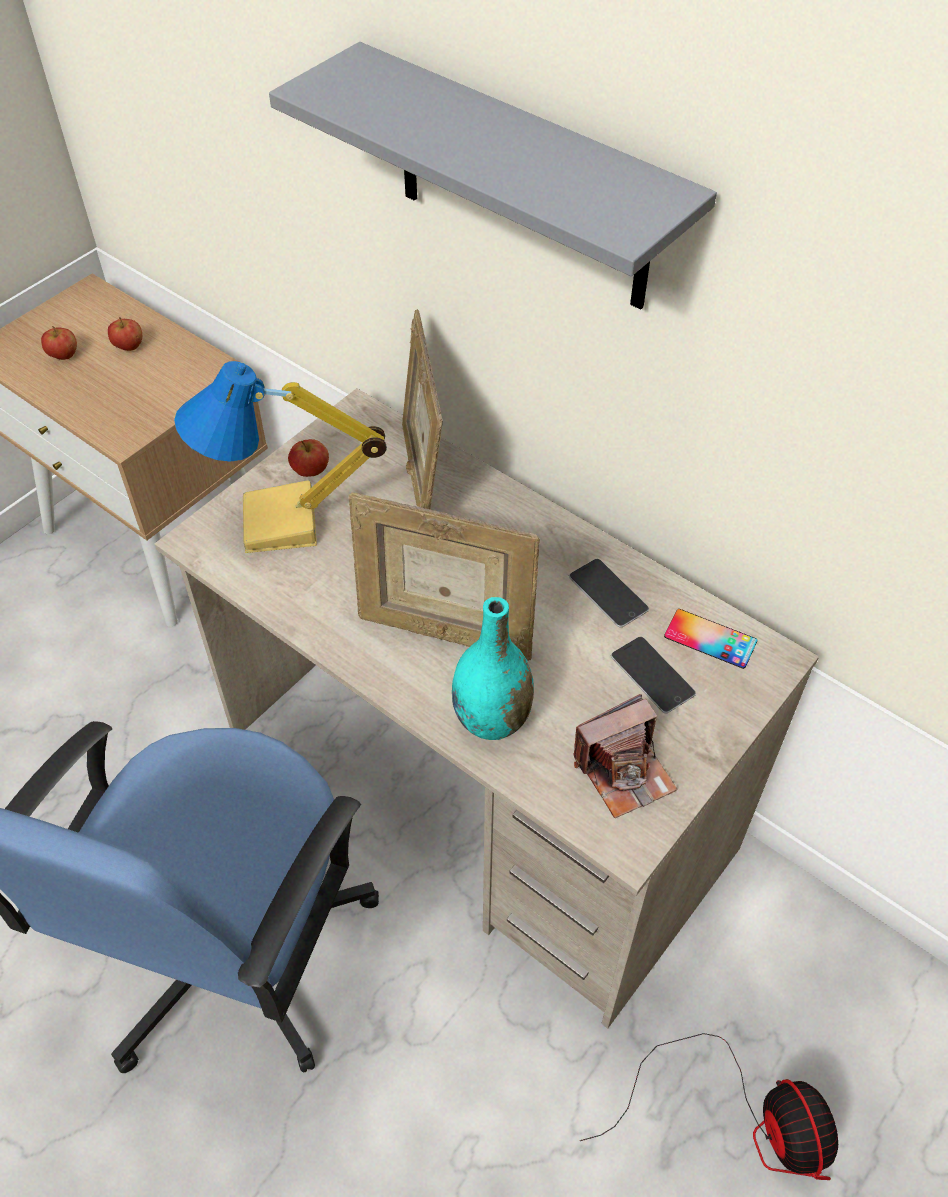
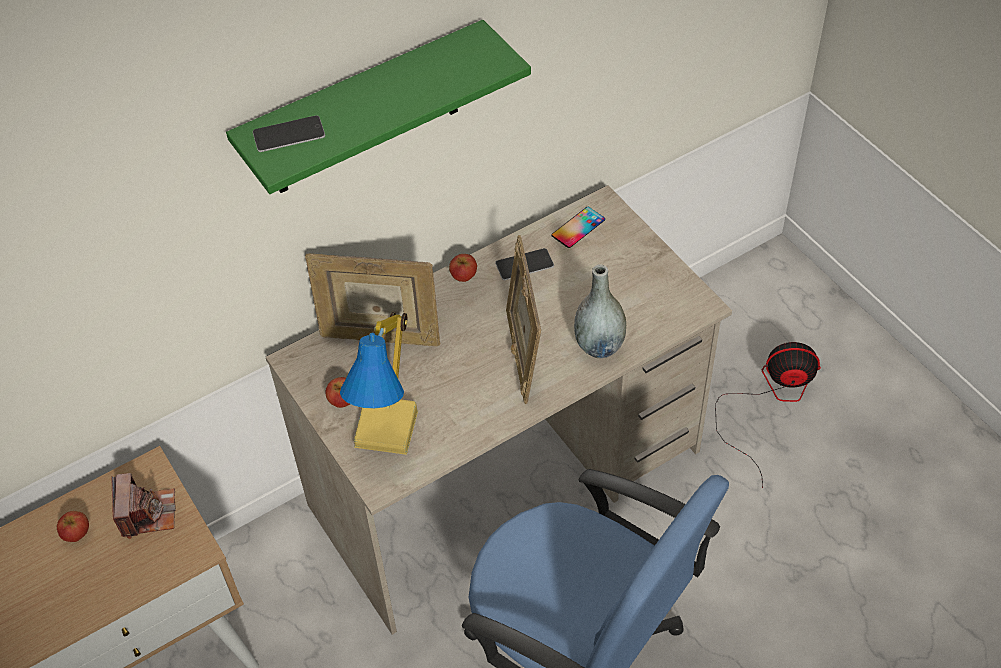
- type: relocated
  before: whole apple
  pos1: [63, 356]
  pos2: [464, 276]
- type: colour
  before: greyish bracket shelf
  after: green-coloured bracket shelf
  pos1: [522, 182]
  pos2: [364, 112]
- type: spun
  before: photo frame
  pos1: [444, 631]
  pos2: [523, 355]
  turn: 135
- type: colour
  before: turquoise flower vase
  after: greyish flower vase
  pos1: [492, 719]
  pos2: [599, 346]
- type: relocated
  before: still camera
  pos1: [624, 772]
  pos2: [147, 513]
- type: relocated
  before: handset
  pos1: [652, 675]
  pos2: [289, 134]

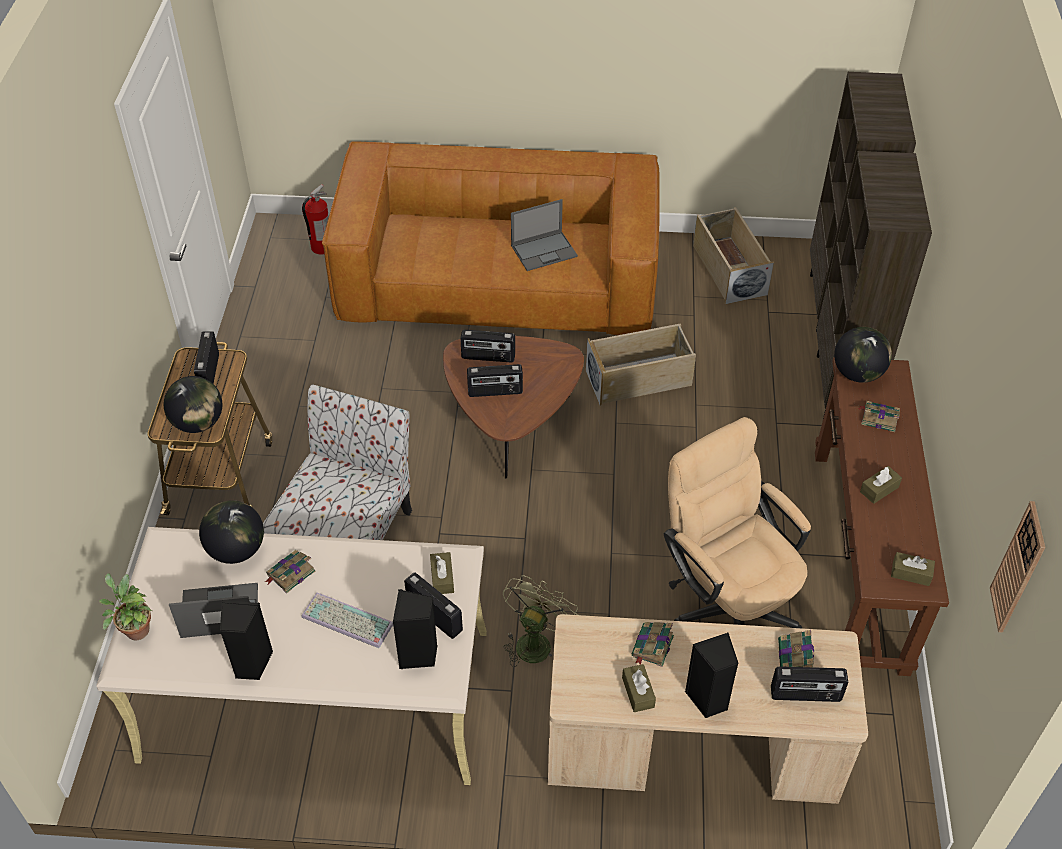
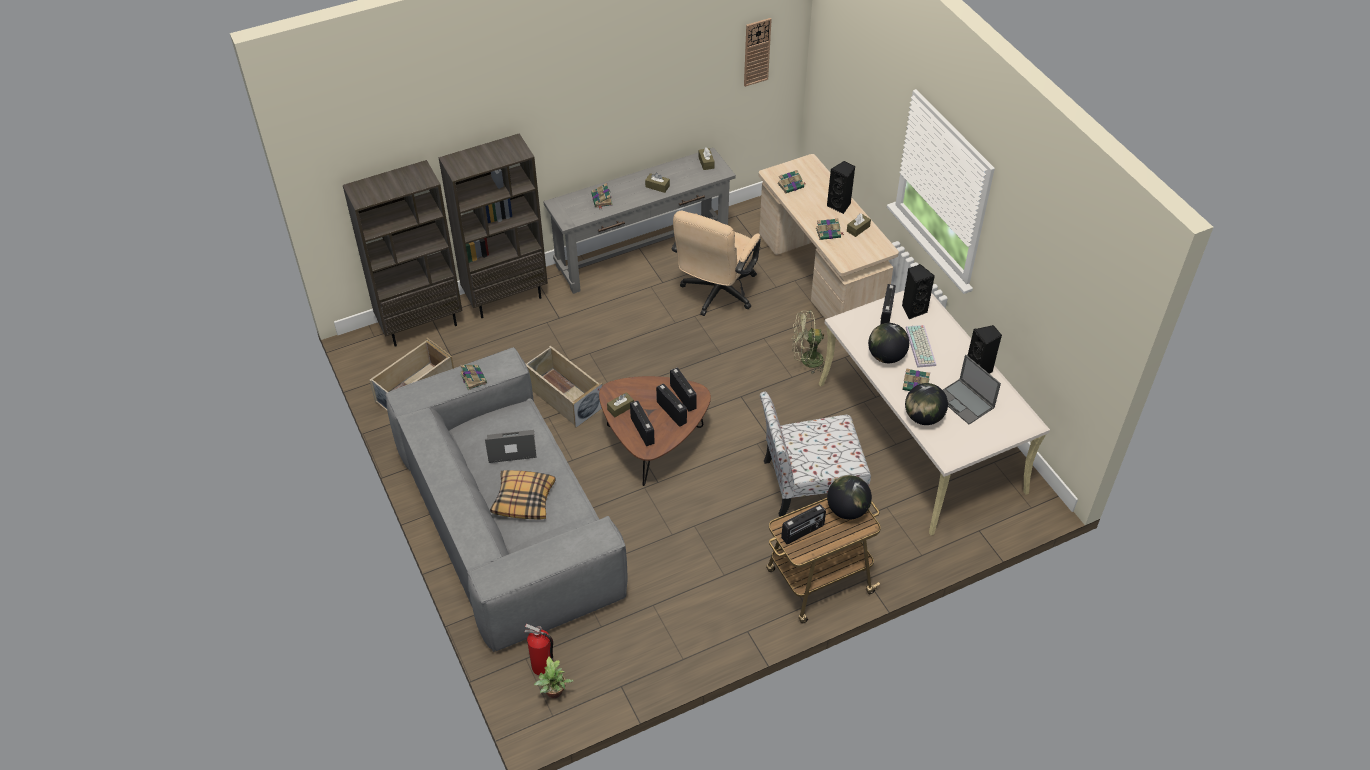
- type: relocated
  before: potted plant
  pos1: [135, 629]
  pos2: [554, 694]
- type: colour
  before: brown-coloured sofa
  after: greyish sofa
  pos1: [498, 279]
  pos2: [509, 522]
- type: relocated
  before: brown-coloured tissue box
  pos1: [442, 578]
  pos2: [620, 408]
- type: spun
  before: laptop
  pos1: [544, 251]
  pos2: [511, 447]
  turn: -45
- type: relocated
  before: radio set
  pos1: [805, 695]
  pos2: [683, 397]
- type: colour
  before: brown-coloured hall table
  after: greyish hall table
  pos1: [859, 556]
  pos2: [642, 253]
- type: relocated
  before: globe
  pos1: [857, 373]
  pos2: [886, 356]
- type: appeared
  after: volume
  pos2: [473, 378]
- type: appeared
  after: cushion
  pos2: [524, 499]

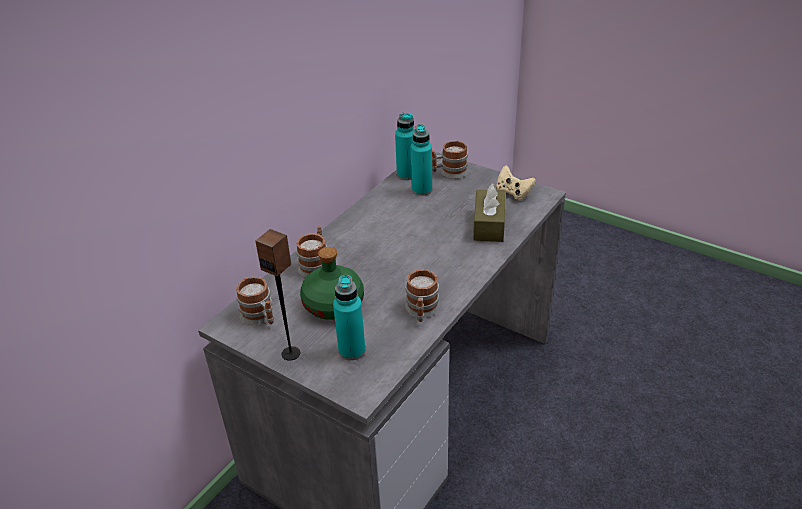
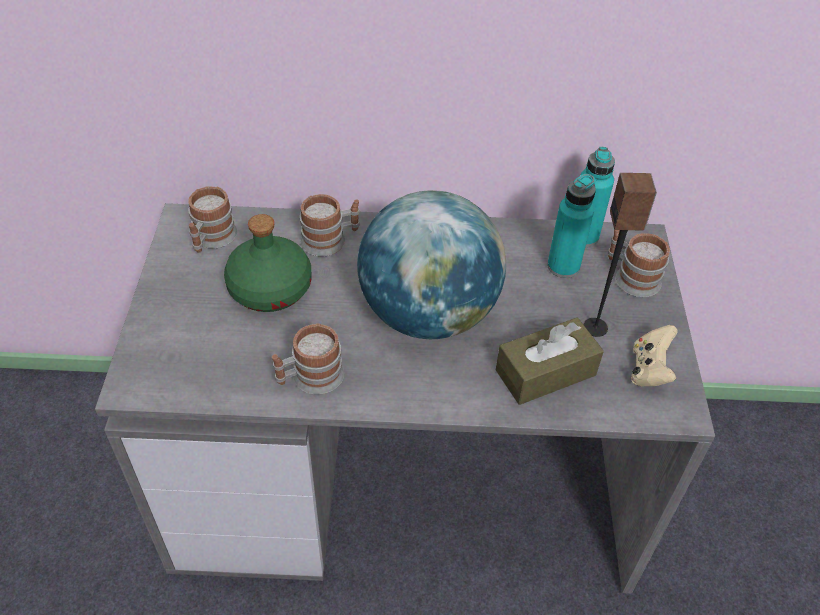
- type: relocated
  before: audio speaker
  pos1: [291, 353]
  pos2: [596, 327]
- type: missing
  before: turquoise drink bottle
  pos1: [352, 350]
- type: appeared
  after: globe
  pos2: [429, 314]

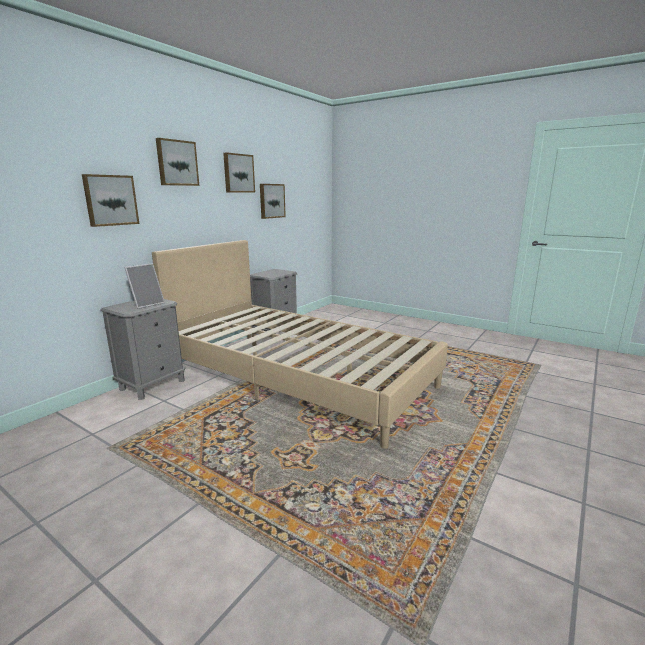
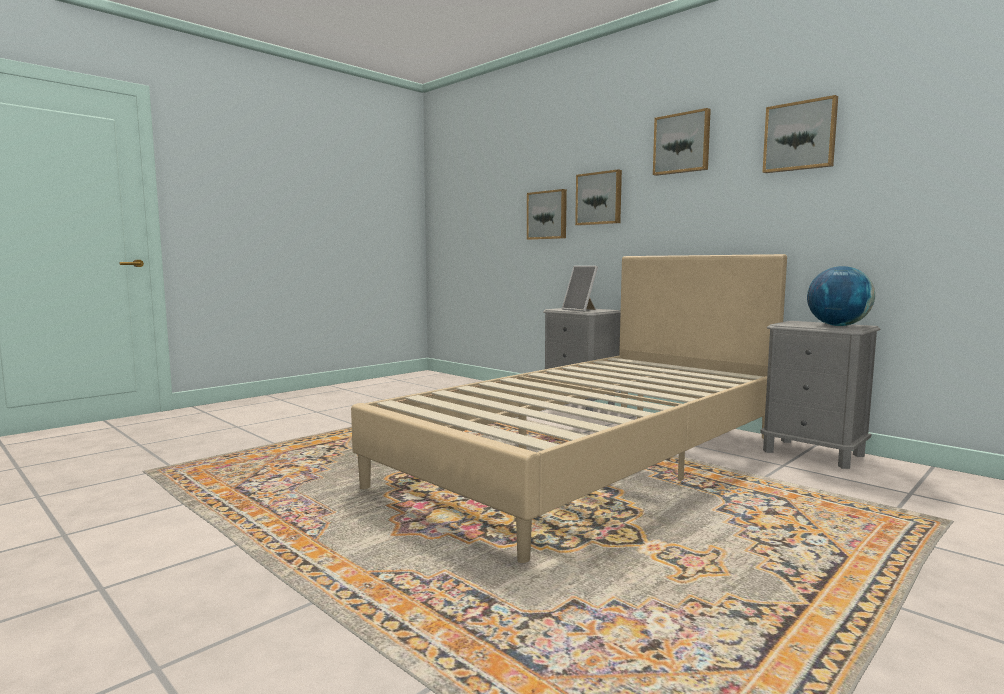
- type: relocated
  before: picture
  pos1: [271, 201]
  pos2: [547, 215]
- type: appeared
  after: globe
  pos2: [838, 325]

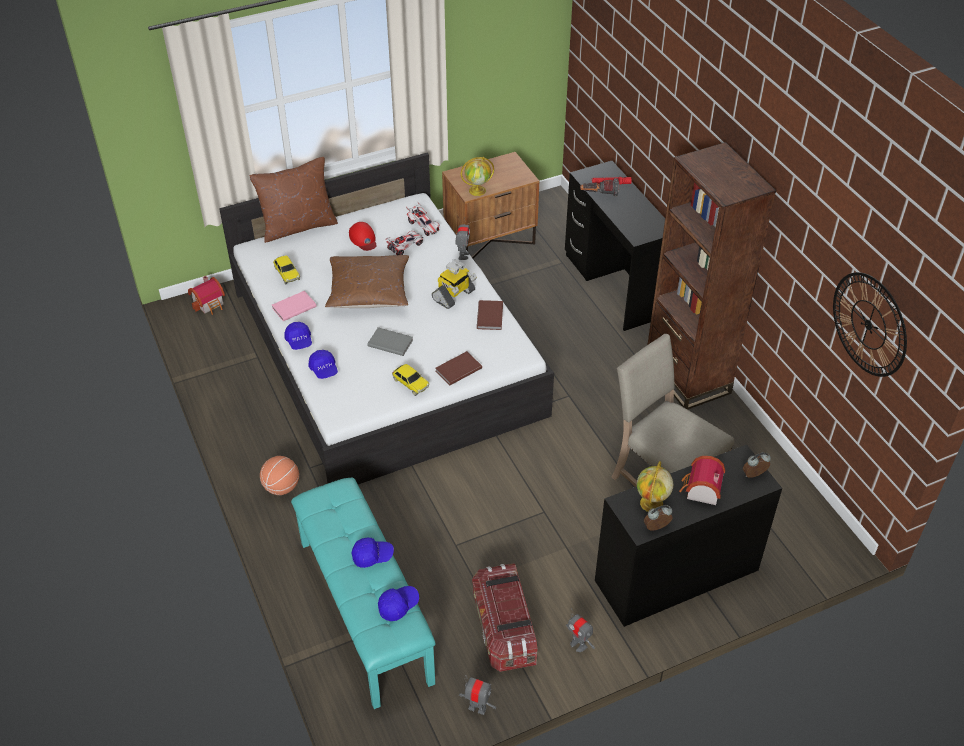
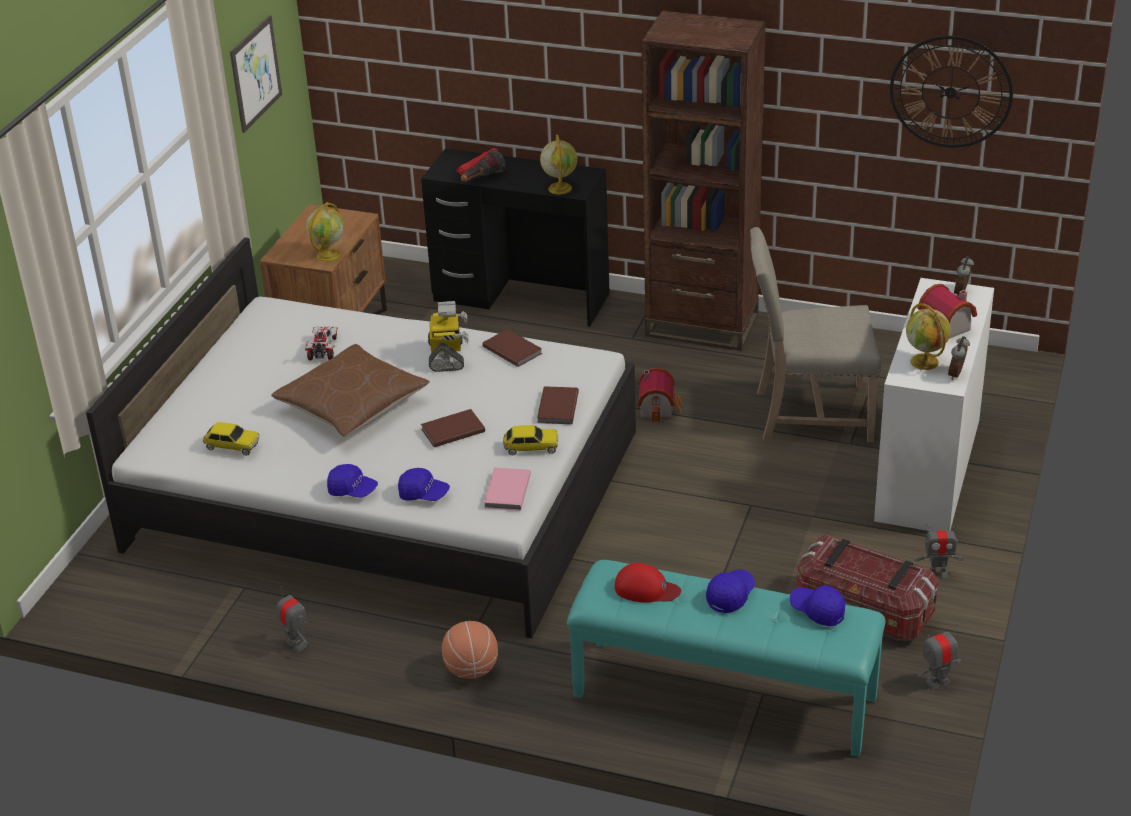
- type: relocated
  before: model house
  pos1: [210, 304]
  pos2: [659, 407]
- type: missing
  before: brown-coloured cushion
  pos1: [298, 226]
- type: relocated
  before: pink-coloured volume
  pos1: [293, 307]
  pos2: [506, 491]
- type: relocated
  before: reddish baseball cap
  pos1: [363, 239]
  pos2: [646, 589]
- type: colour
  before: greyish volume
  after: brown-coloured volume
  pos1: [390, 342]
  pos2: [451, 430]
- type: spun
  before: bluish baseball cap
  pos1: [398, 605]
  pos2: [817, 611]
  turn: -60
- type: missing
  before: toy car
  pos1: [424, 226]
- type: relocated
  before: model robot
  pos1: [463, 255]
  pos2: [296, 644]
- type: colour
  before: black-coloured desk
  after: white-coloured desk
  pos1: [676, 576]
  pos2: [929, 469]
- type: appeared
  after: picture
  pos2: [255, 73]
- type: appeared
  after: globe
  pos2: [559, 188]

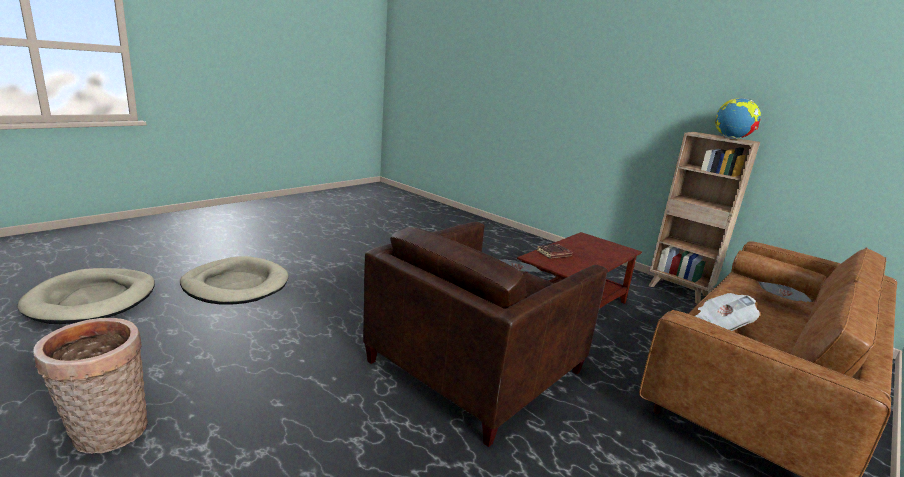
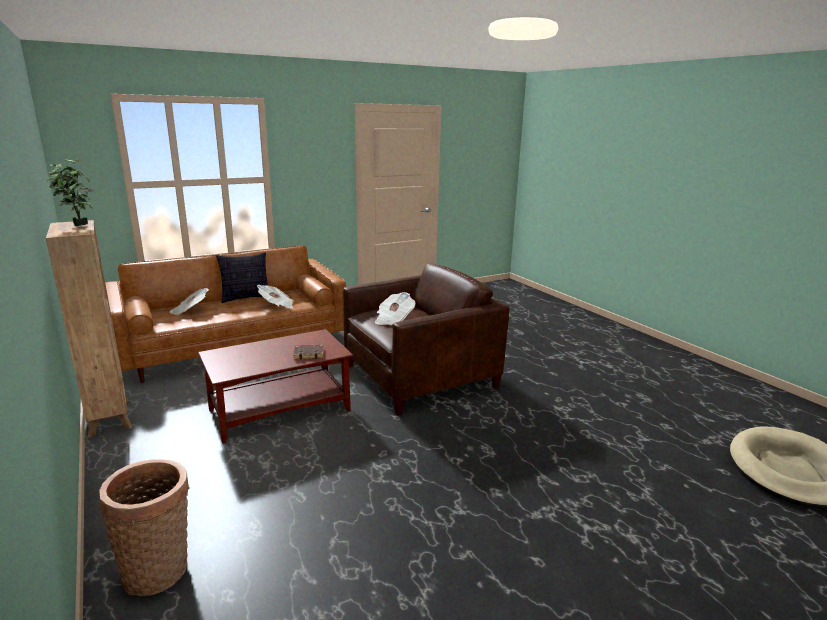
- type: relocated
  before: household basket
  pos1: [106, 434]
  pos2: [159, 569]
- type: missing
  before: beige dog bed
  pos1: [236, 285]
- type: exchanged
  before: globe
  after: potted plant
  pos1: [732, 139]
  pos2: [77, 225]
- type: appeared
  after: cushion
  pos2: [246, 298]

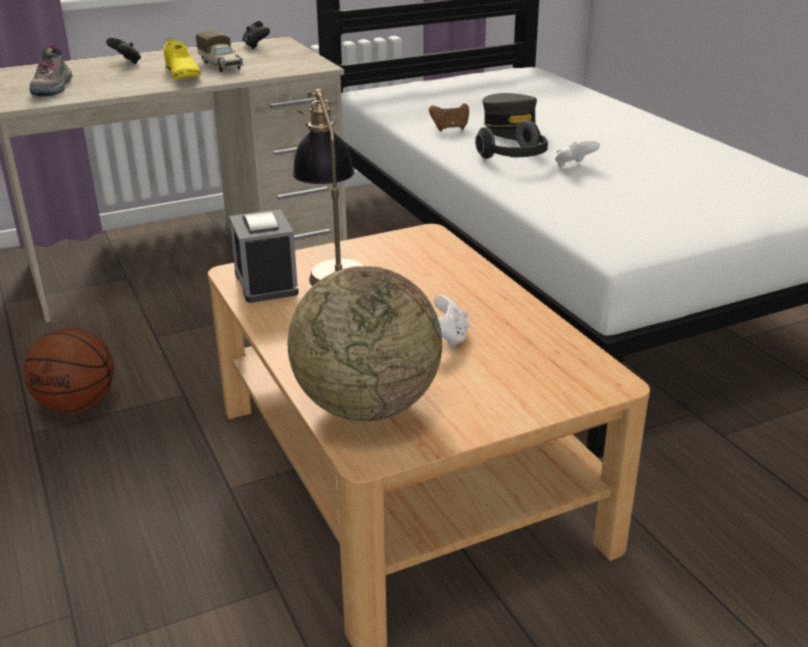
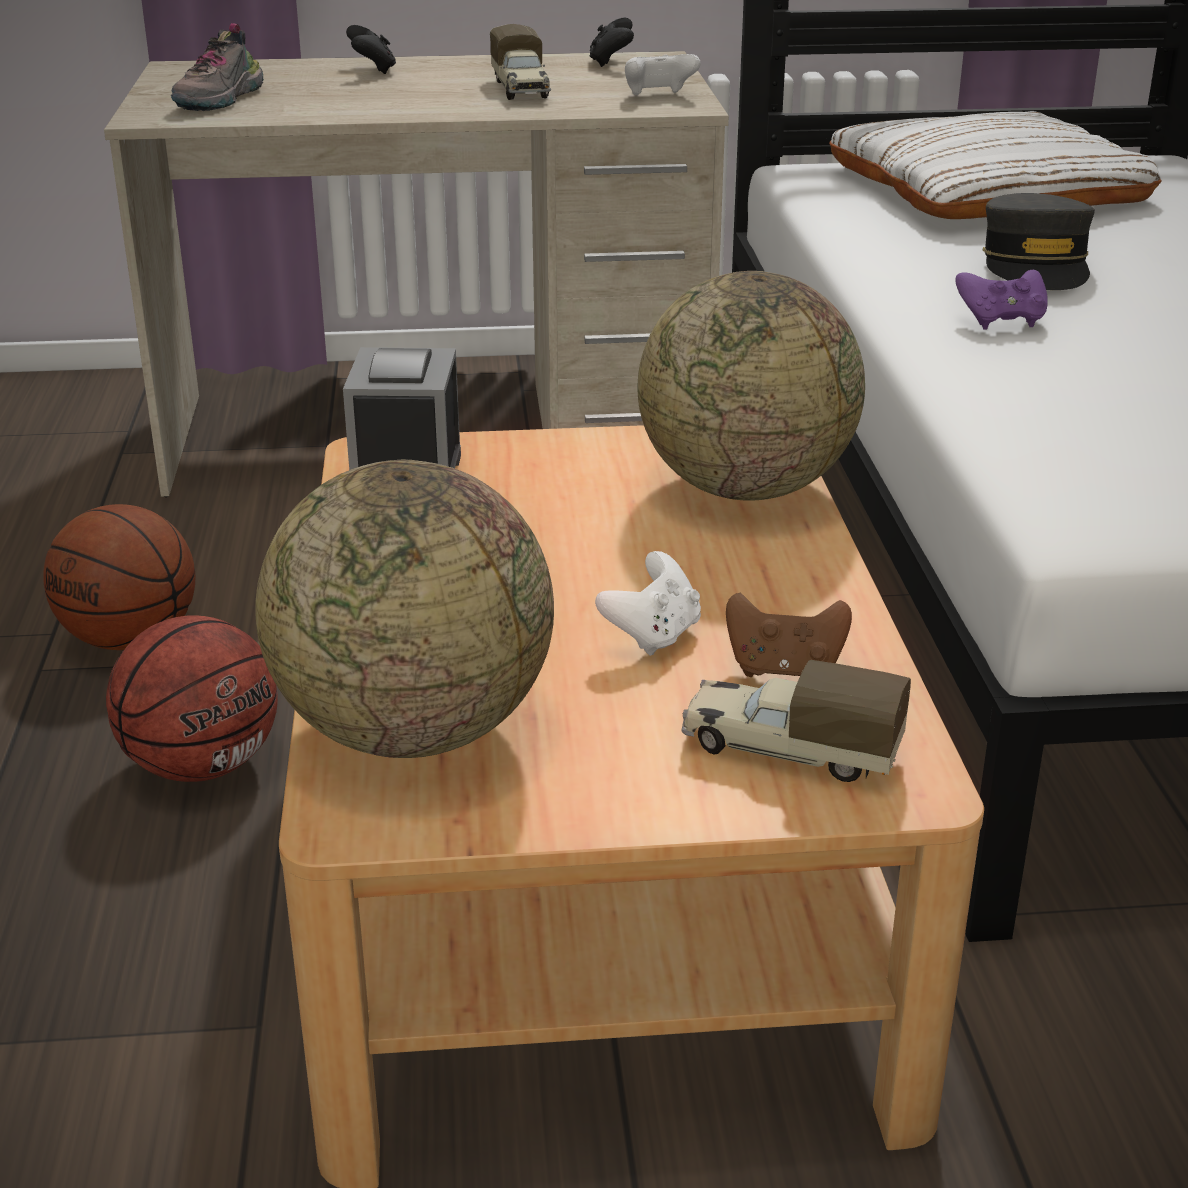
- type: missing
  before: yellowish item of footwear
  pos1: [181, 74]
- type: missing
  before: lamp for a table
  pos1: [333, 267]
- type: relocated
  before: brown-coloured gamepad
  pos1: [450, 128]
  pos2: [784, 670]
- type: exchanged
  before: headset
  after: purple gamepad
  pos1: [515, 158]
  pos2: [1001, 321]
- type: relocated
  before: white-coloured gamepad
  pos1: [573, 166]
  pos2: [658, 96]
- type: appeared
  after: ball for basketball
  pos2: [203, 765]
- type: appeared
  after: globe
  pos2: [745, 488]
- type: appeared
  after: model truck
  pos2: [788, 750]
- type: appeared
  after: white-coloured cushion
  pos2: [985, 190]

